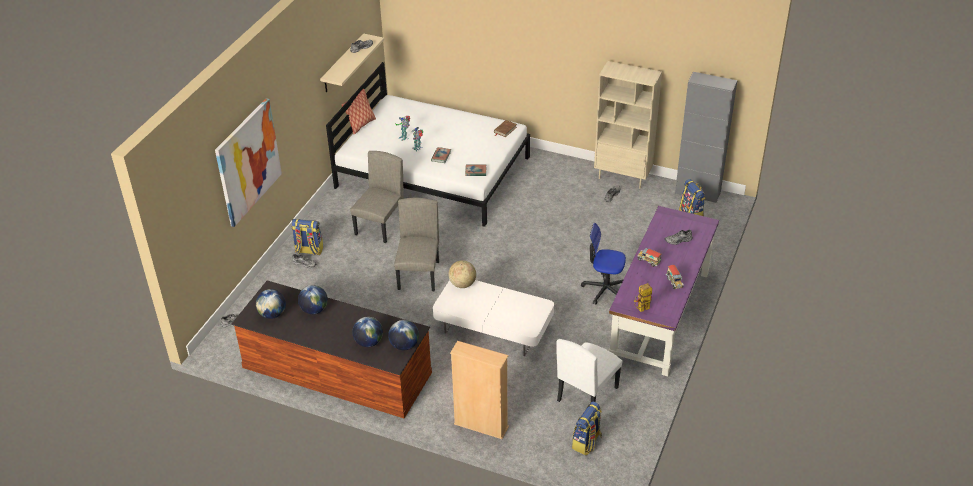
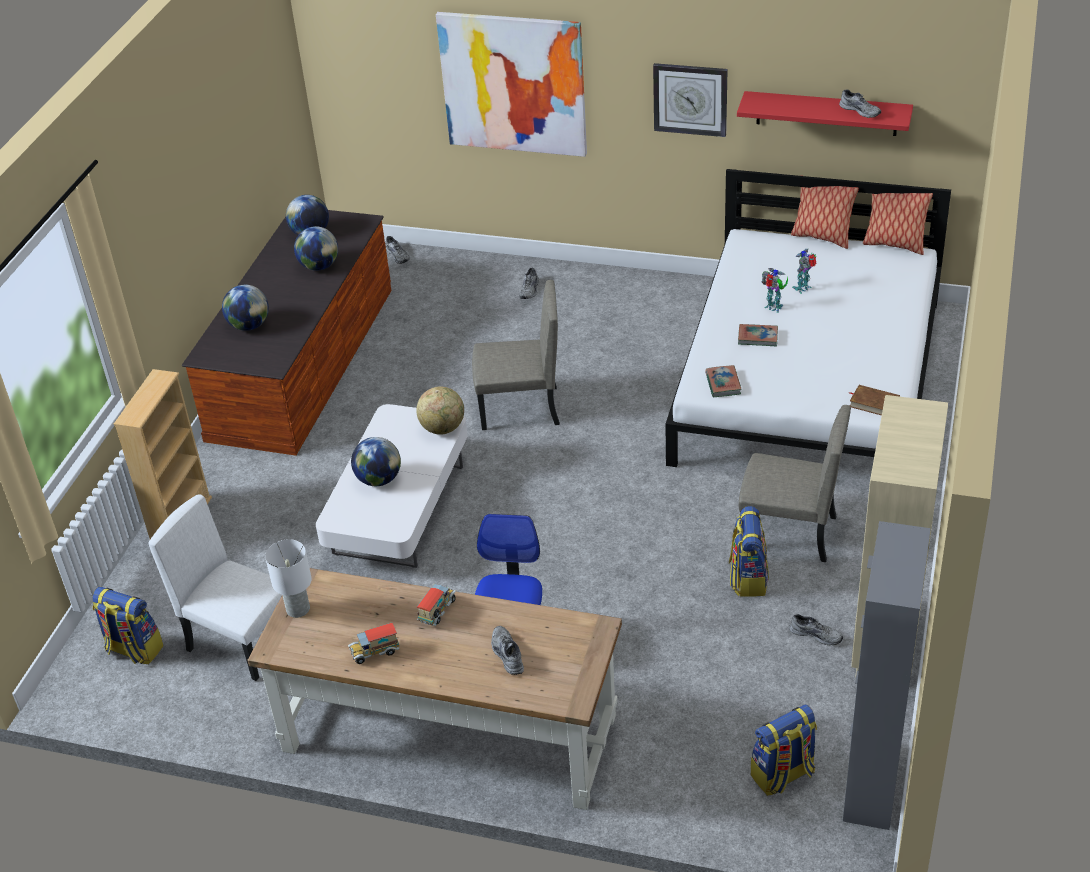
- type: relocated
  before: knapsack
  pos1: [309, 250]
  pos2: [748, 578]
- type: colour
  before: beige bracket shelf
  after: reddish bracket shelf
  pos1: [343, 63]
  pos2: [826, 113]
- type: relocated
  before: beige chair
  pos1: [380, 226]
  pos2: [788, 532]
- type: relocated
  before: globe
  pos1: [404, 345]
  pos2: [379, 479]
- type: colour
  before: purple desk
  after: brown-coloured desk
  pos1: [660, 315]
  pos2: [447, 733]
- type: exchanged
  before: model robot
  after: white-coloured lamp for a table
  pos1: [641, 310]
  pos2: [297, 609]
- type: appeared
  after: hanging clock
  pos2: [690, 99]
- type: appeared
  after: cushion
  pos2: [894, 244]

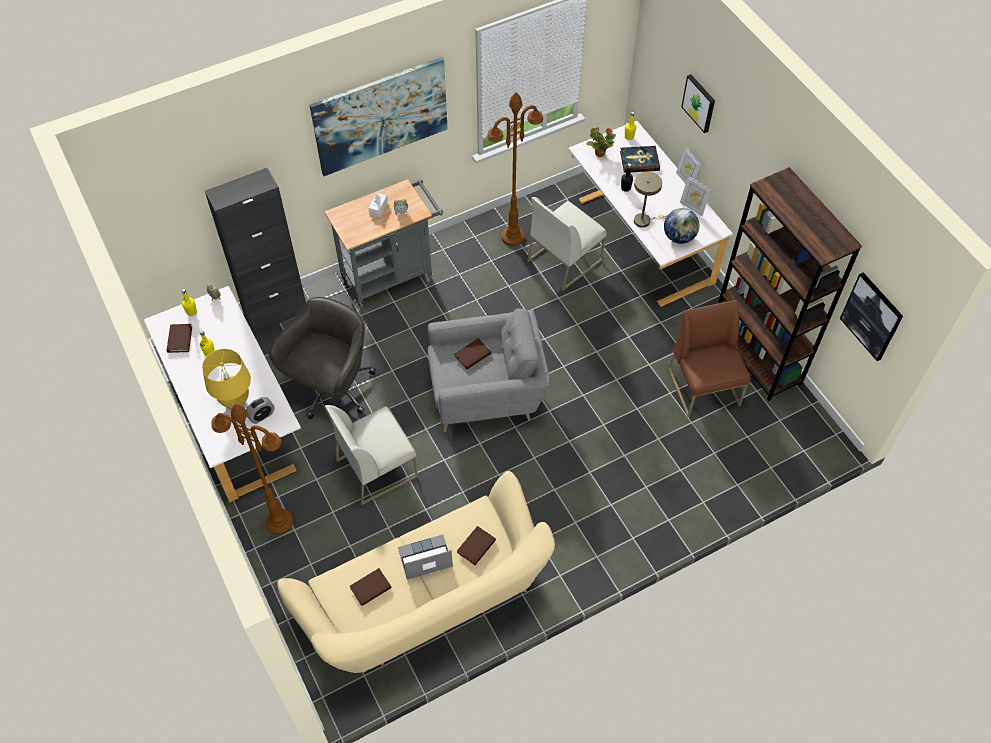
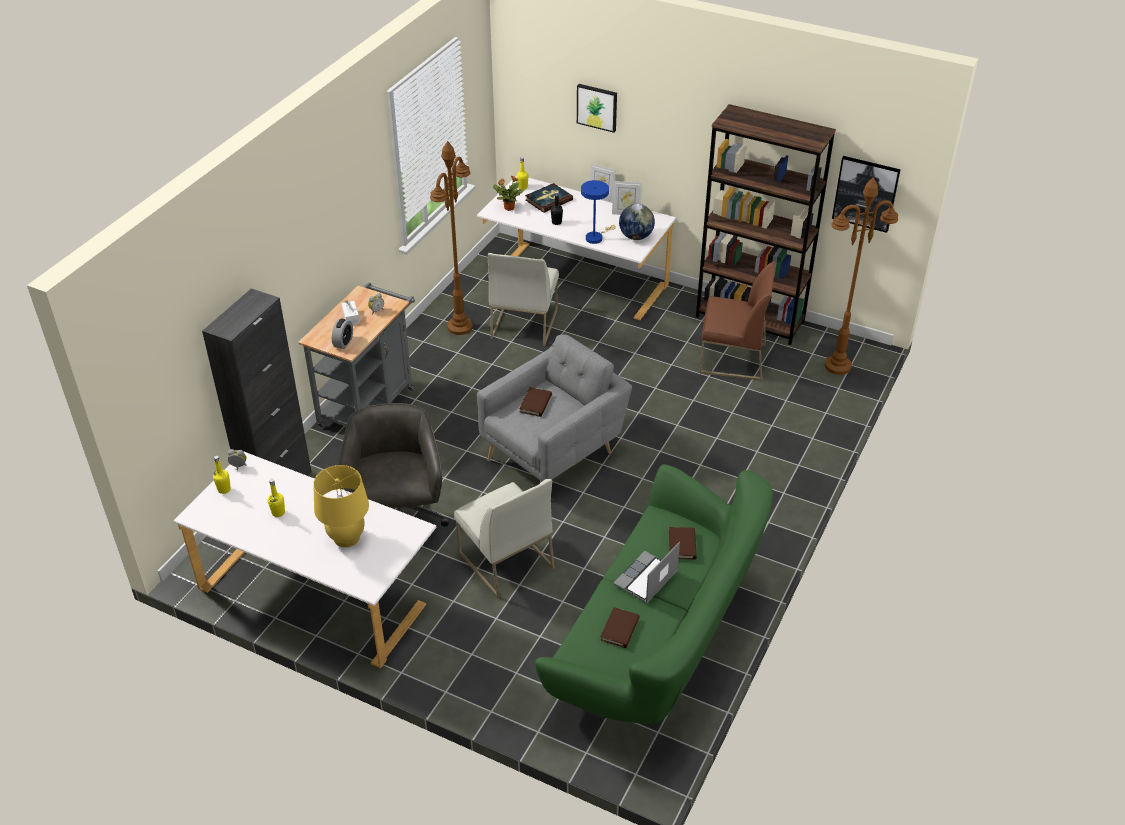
- type: missing
  before: brown-coloured volume
  pos1: [179, 339]
- type: relocated
  before: brown-coloured floor lamp
  pos1: [279, 522]
  pos2: [837, 366]
- type: relocated
  before: bedside clock
  pos1: [261, 415]
  pos2: [343, 342]
- type: colour
  before: beige sofa
  after: green-coloured sofa
  pos1: [426, 604]
  pos2: [658, 641]
- type: missing
  before: picture
  pos1: [381, 116]
- type: spun
  before: white-coloured chair
  pos1: [377, 467]
  pos2: [505, 560]
  turn: -60
- type: colour
  before: beige lamp for a table
  after: bluish lamp for a table
  pos1: [645, 220]
  pos2: [596, 237]
- type: spun
  before: brown-coloured chair
  pos1: [704, 387]
  pos2: [732, 359]
  turn: 150

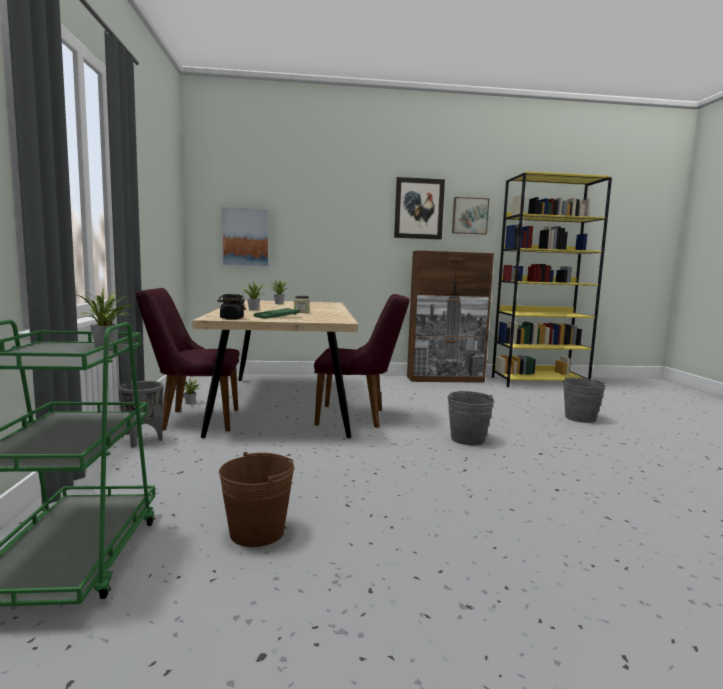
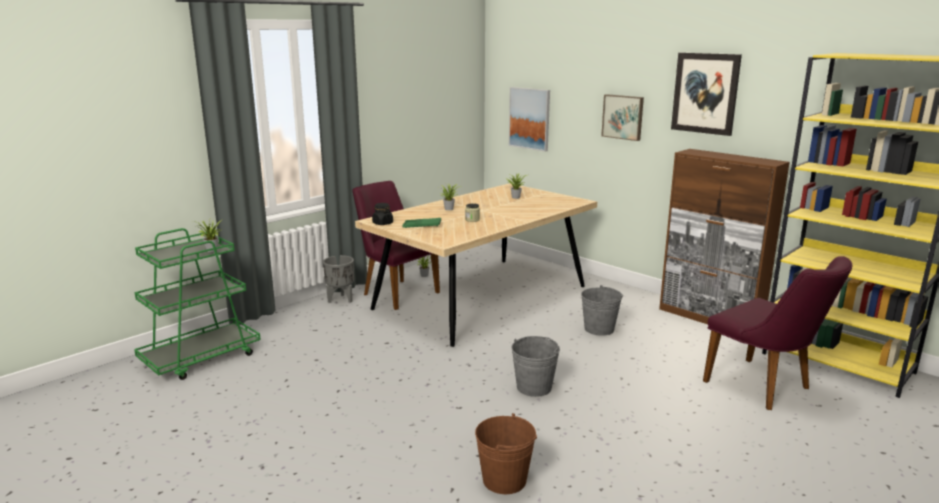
- type: relocated
  before: brown-coloured pail
  pos1: [257, 532]
  pos2: [504, 480]
- type: relocated
  before: purple chair
  pos1: [358, 417]
  pos2: [765, 388]
- type: relocated
  before: picture
  pos1: [469, 216]
  pos2: [623, 117]
- type: relocated
  before: greyish pail
  pos1: [580, 418]
  pos2: [599, 329]

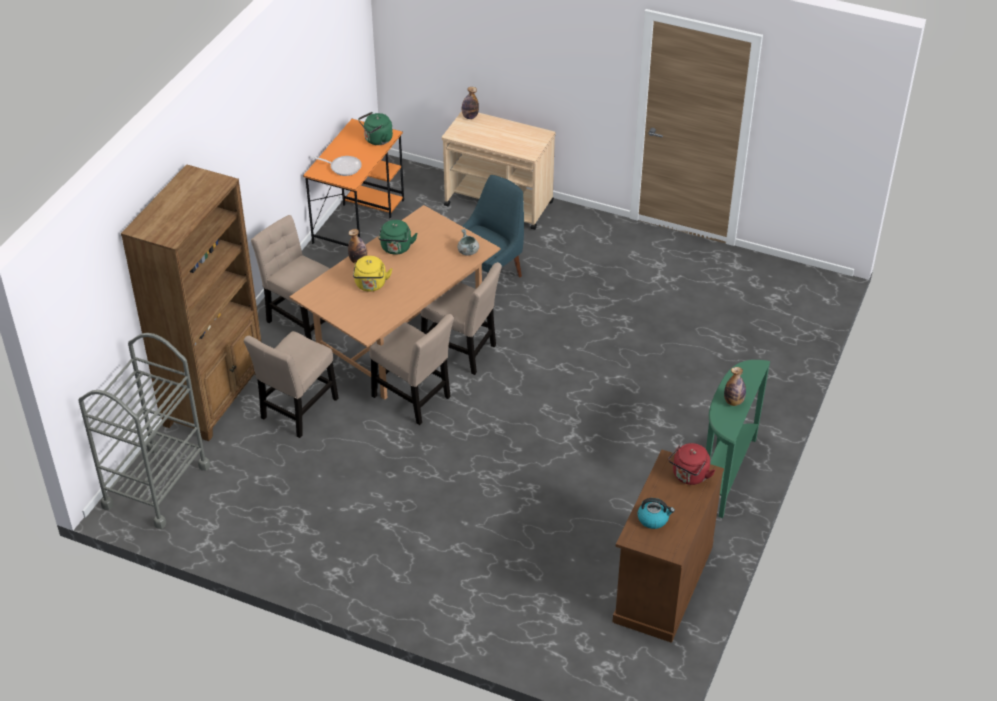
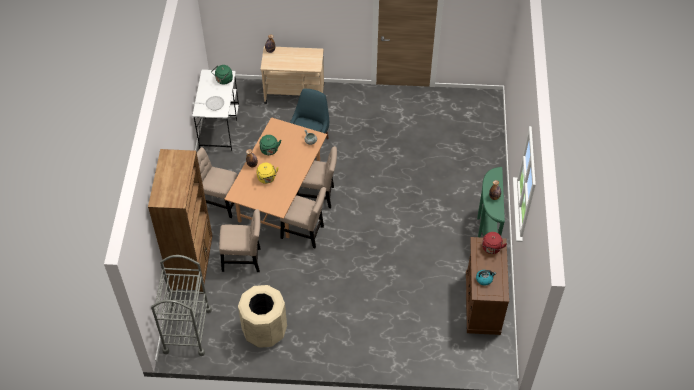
- type: spun
  before: beige chair
  pos1: [297, 411]
  pos2: [244, 260]
  turn: -105
- type: colour
  before: orangey desk
  after: white-coloured desk
  pos1: [359, 220]
  pos2: [219, 127]
- type: appeared
  after: beige waste bin
  pos2: [264, 331]

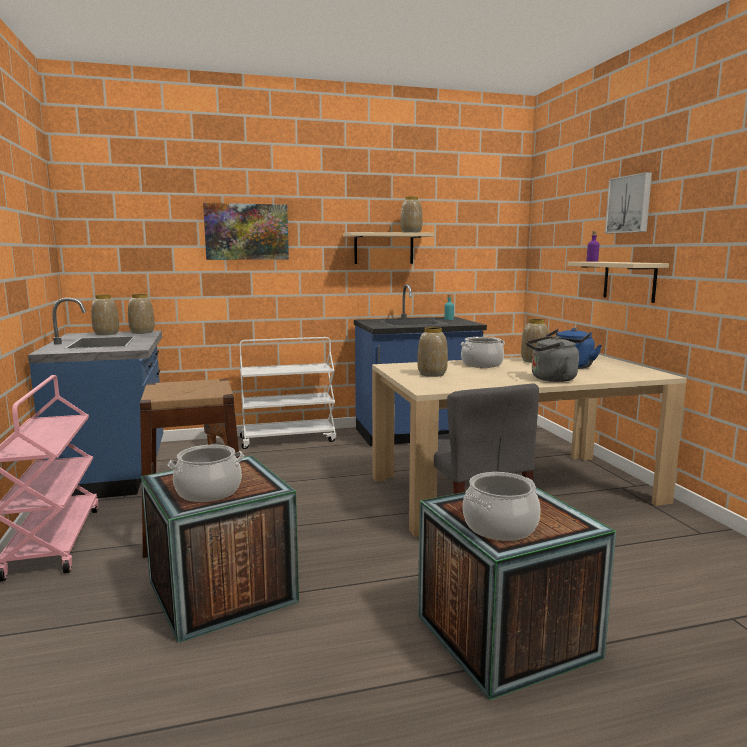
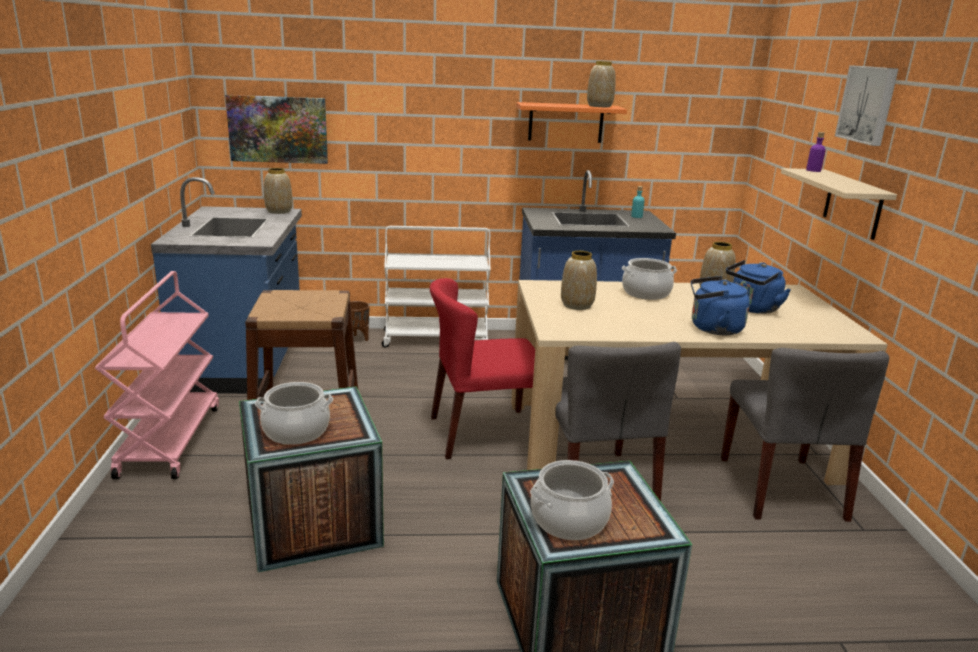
- type: missing
  before: flower vase
  pos1: [106, 334]
- type: relocated
  before: picture
  pos1: [246, 232]
  pos2: [278, 129]
- type: colour
  before: beige bracket shelf
  after: orangey bracket shelf
  pos1: [383, 248]
  pos2: [565, 122]
- type: colour
  before: greyish tea kettle
  after: bluish tea kettle
  pos1: [550, 379]
  pos2: [712, 329]
- type: appeared
  after: reddish chair
  pos2: [484, 433]
- type: appeared
  after: greyish chair
  pos2: [782, 488]

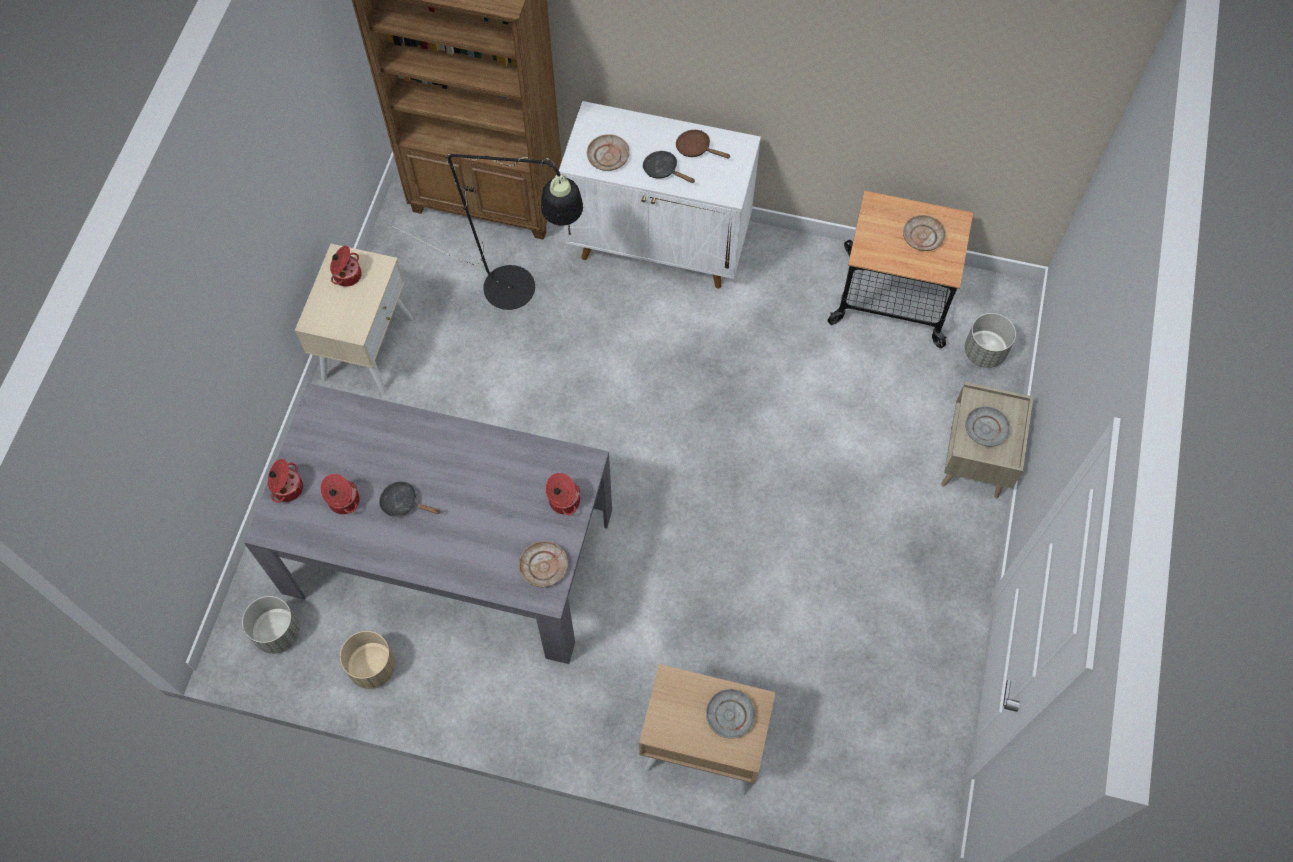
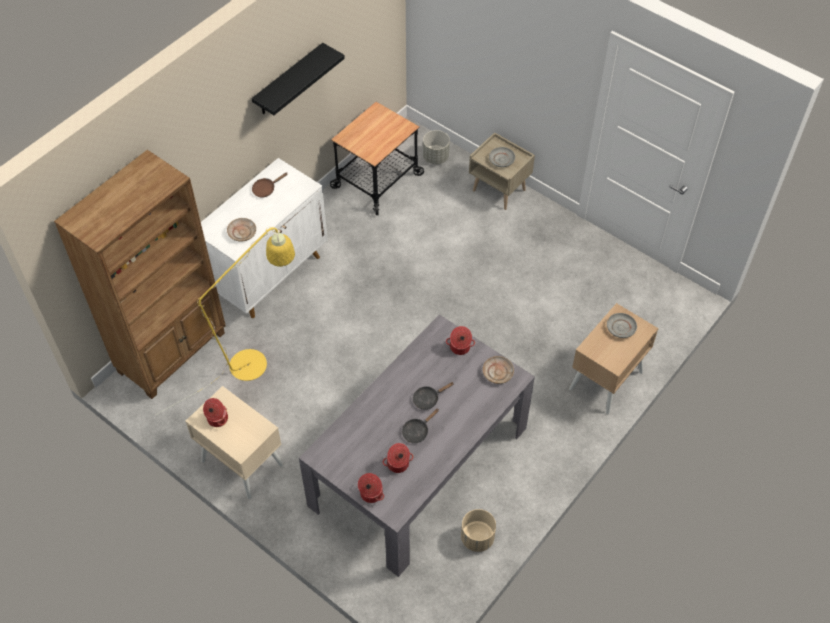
- type: missing
  before: greyish plant pot
  pos1: [277, 632]
- type: colour
  before: black-coloured floor lamp
  after: yellowish floor lamp
  pos1: [521, 293]
  pos2: [257, 359]
- type: relocated
  before: black-coloured pan
  pos1: [663, 170]
  pos2: [428, 399]
- type: missing
  before: beige plate
  pos1: [922, 237]
- type: appeared
  after: black-coloured bracket shelf
  pos2: [289, 80]

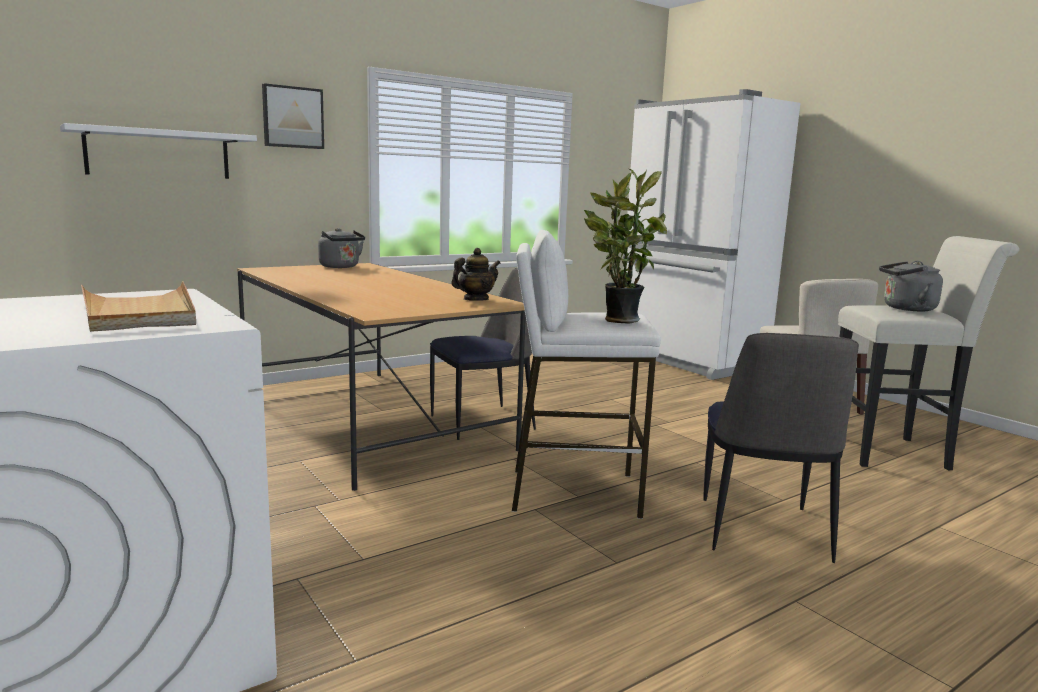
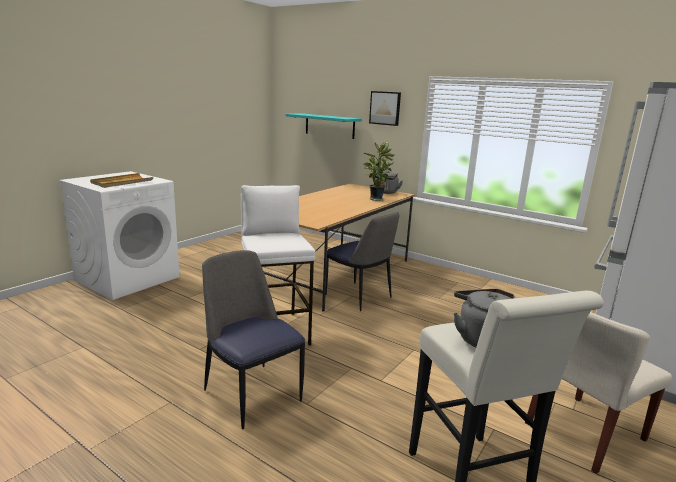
- type: colour
  before: white-coloured bracket shelf
  after: turquoise bracket shelf
  pos1: [158, 154]
  pos2: [329, 126]
- type: missing
  before: pot for tea
  pos1: [475, 300]
- type: relocated
  before: potted plant
  pos1: [617, 320]
  pos2: [376, 199]
- type: spun
  before: chair
  pos1: [762, 531]
  pos2: [251, 393]
  turn: 60

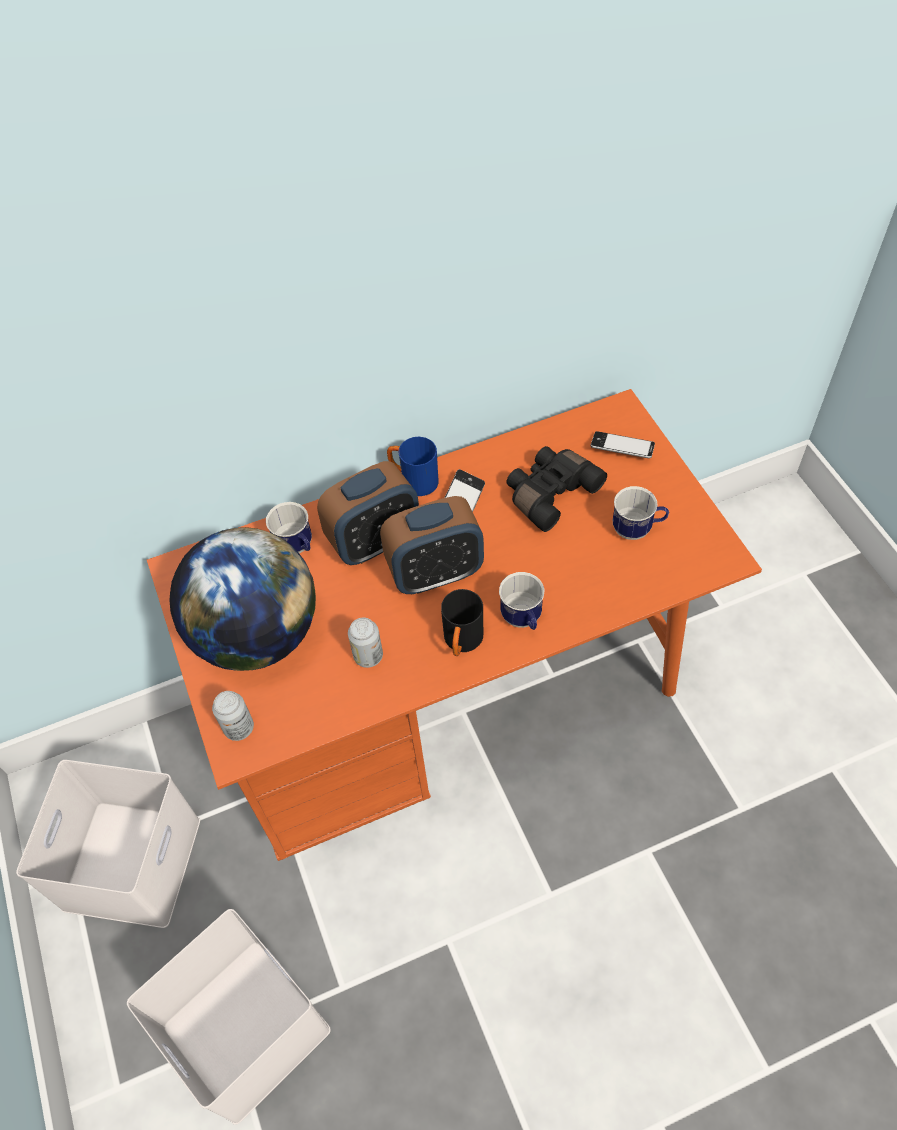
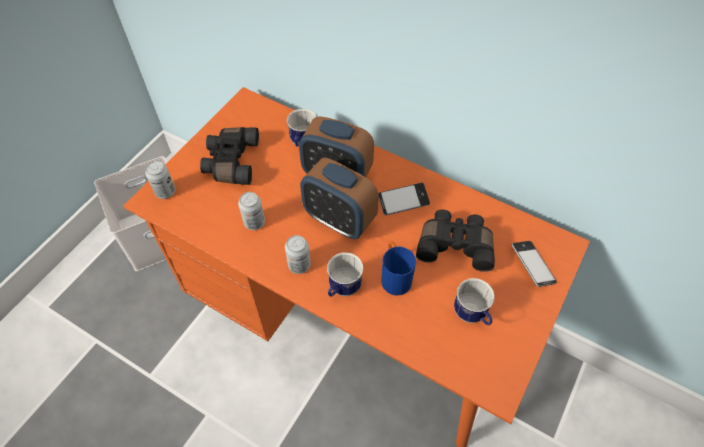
- type: missing
  before: white-coloured storage box
  pos1: [242, 1028]
- type: exchanged
  before: globe
  after: black-coloured pair of binoculars
  pos1: [257, 634]
  pos2: [231, 162]
- type: relocated
  before: bluish coffee mug
  pos1: [413, 481]
  pos2: [394, 276]
- type: exchanged
  before: black-coloured coffee mug
  after: can
  pos1: [462, 643]
  pos2: [299, 265]

